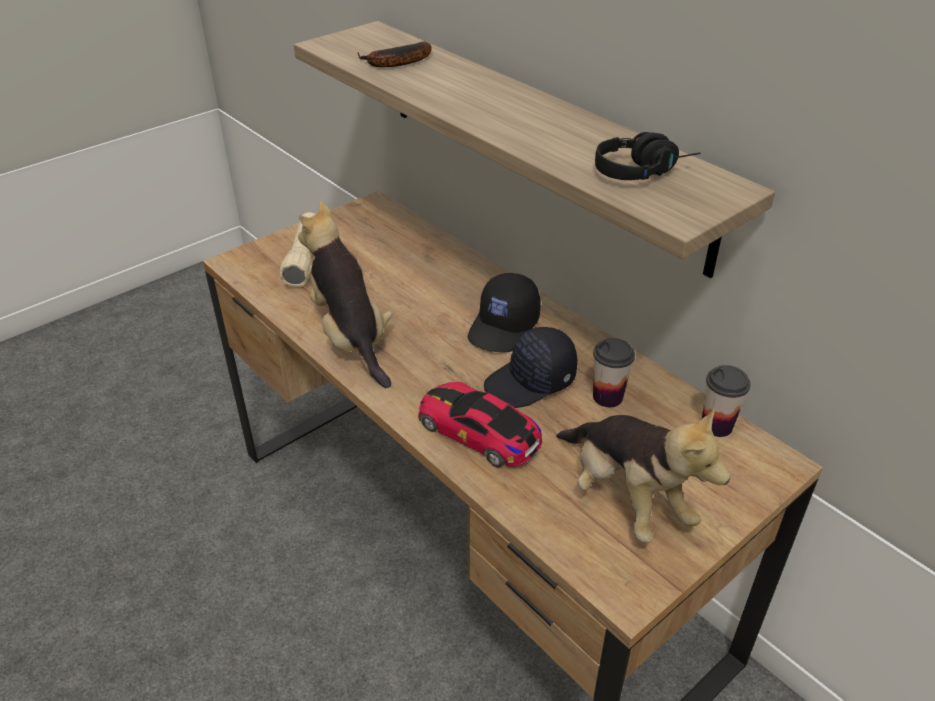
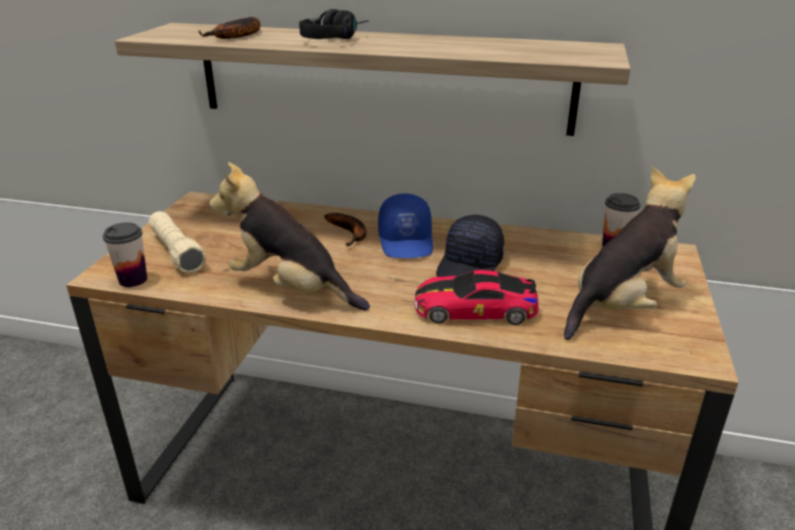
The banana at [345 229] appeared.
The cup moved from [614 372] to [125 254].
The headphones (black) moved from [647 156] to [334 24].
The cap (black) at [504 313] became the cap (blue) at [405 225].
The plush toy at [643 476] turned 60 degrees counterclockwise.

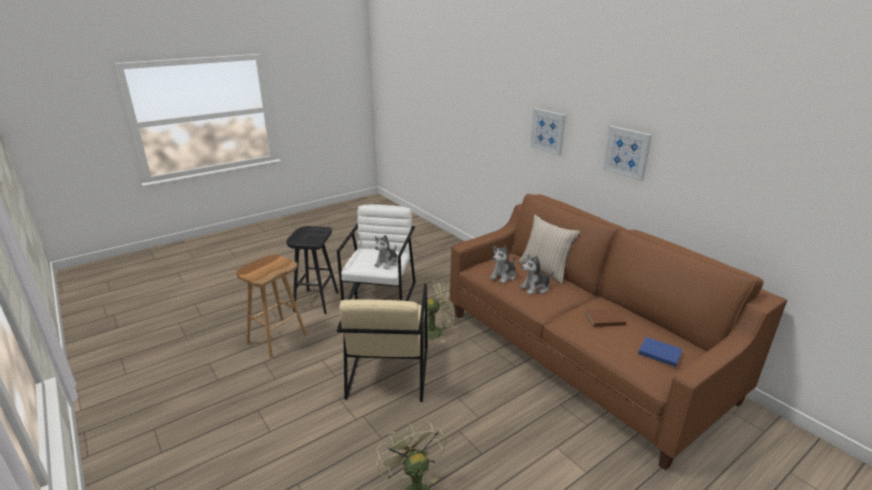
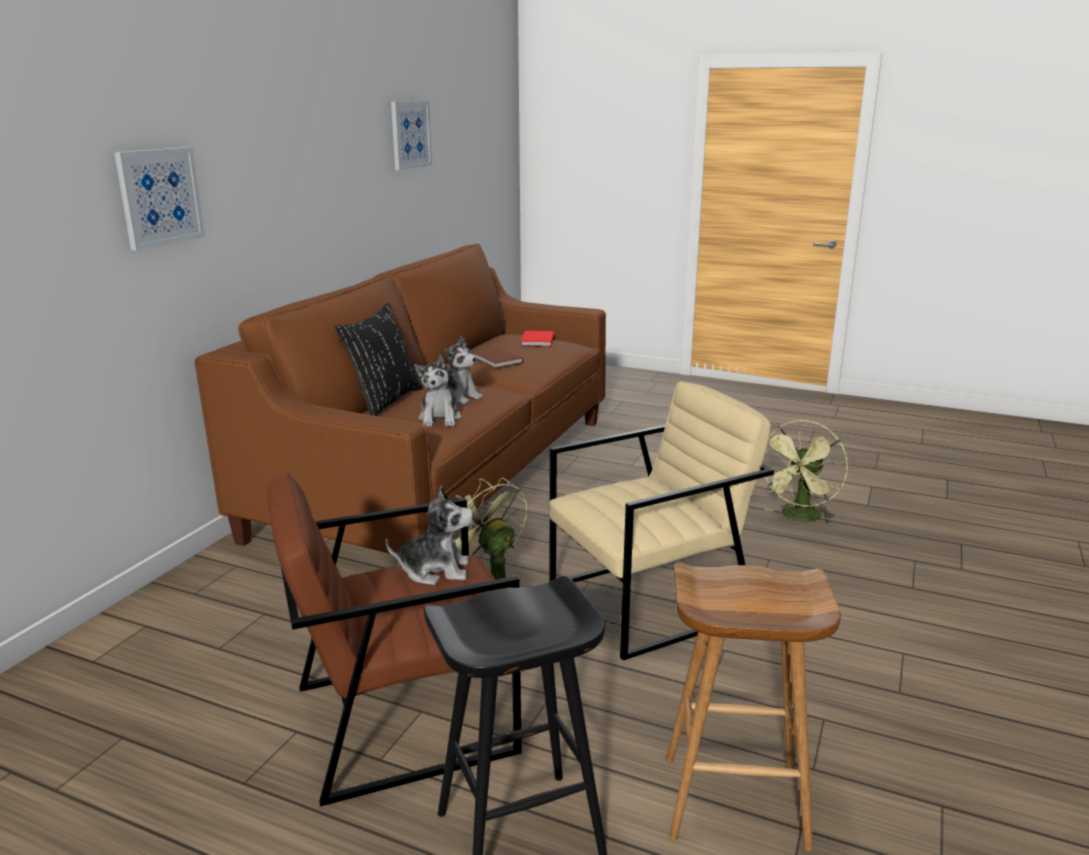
The picture moved from [627 153] to [411 135].
The armchair (white) at [376 252] became the armchair (brown) at [394 640].
The pillow (beige) at [549 249] became the pillow (black) at [379 359].
The book (blue) at [660 352] became the book (red) at [537 339].
The plush toy at [503 264] turned 75 degrees clockwise.

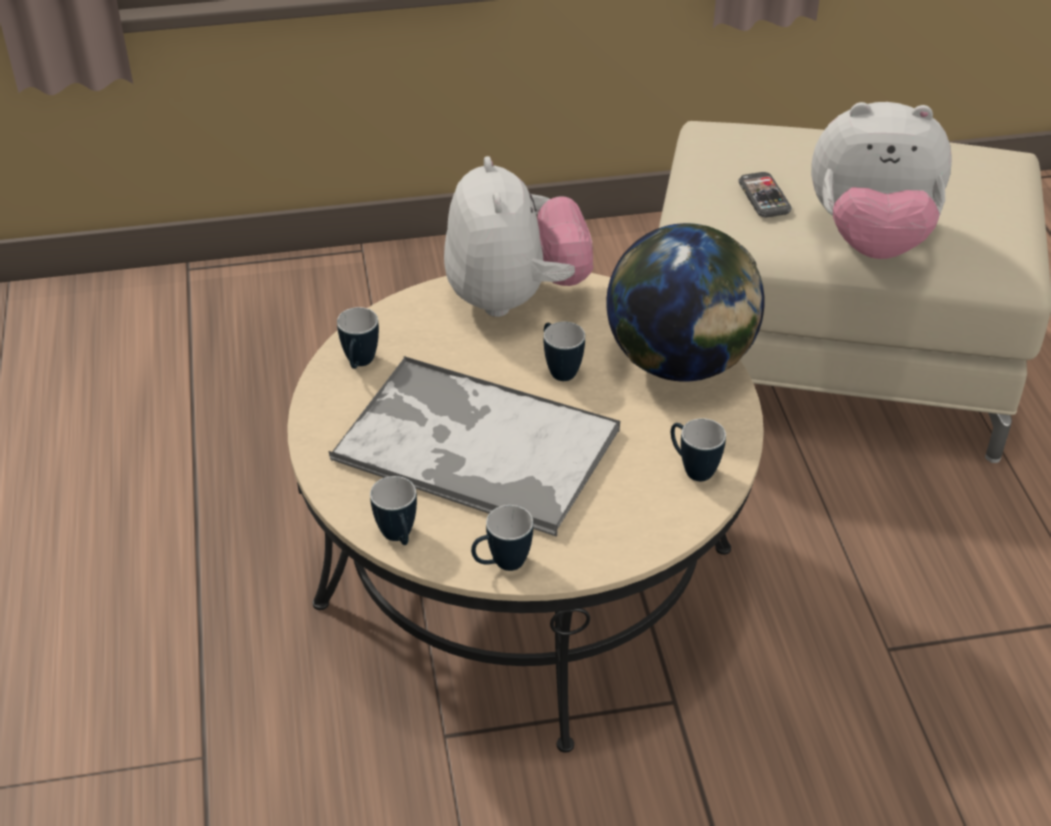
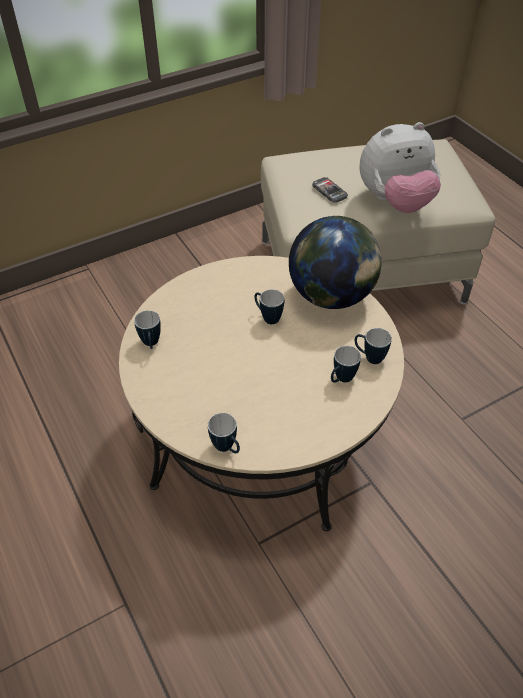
The tray at [474 446] disappeared.
The plush toy at [518 236] disappeared.
The mug moved from [502 538] to [346 364].

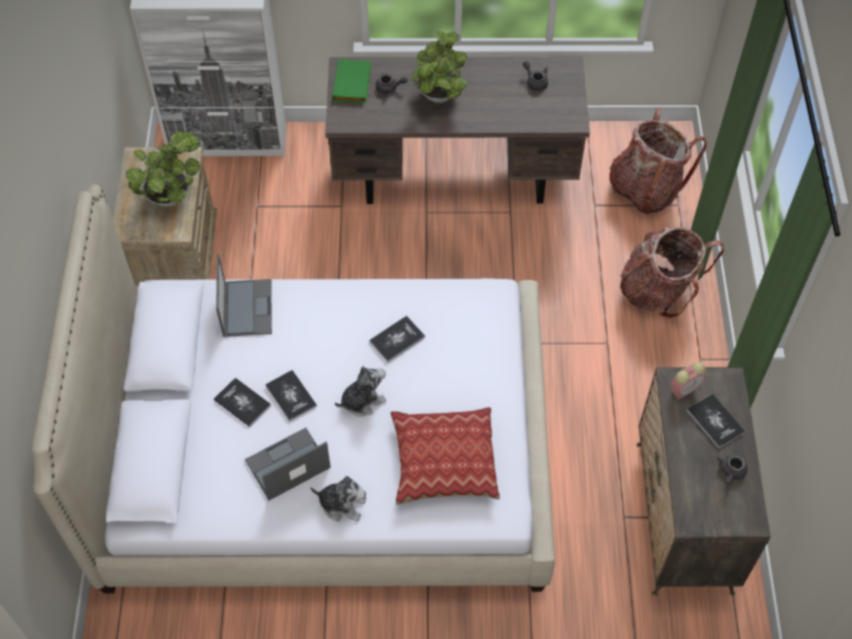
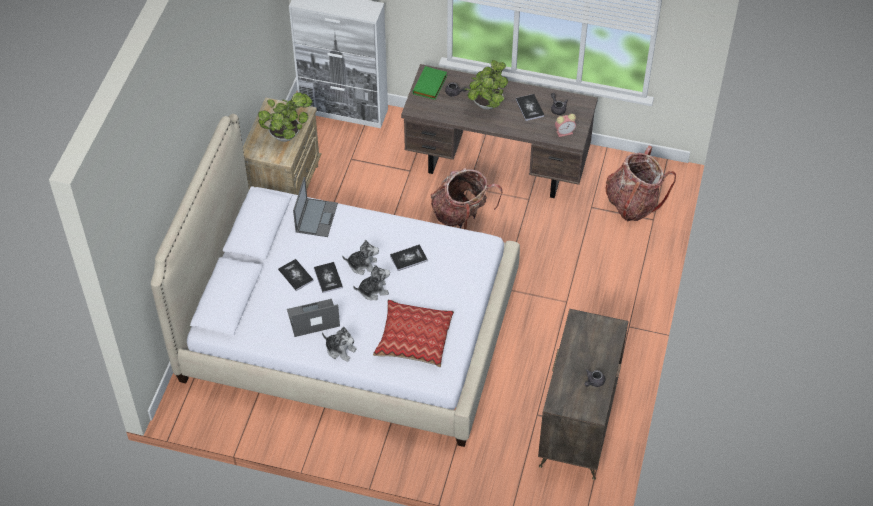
The plush toy at [360 257] appeared.
The backpack moved from [672 272] to [466 199].
The alarm clock moved from [688 381] to [565 125].
The book moved from [716 421] to [530 107].

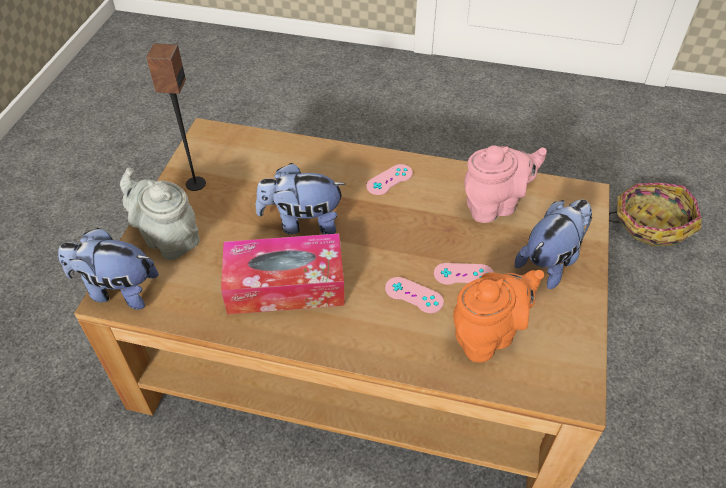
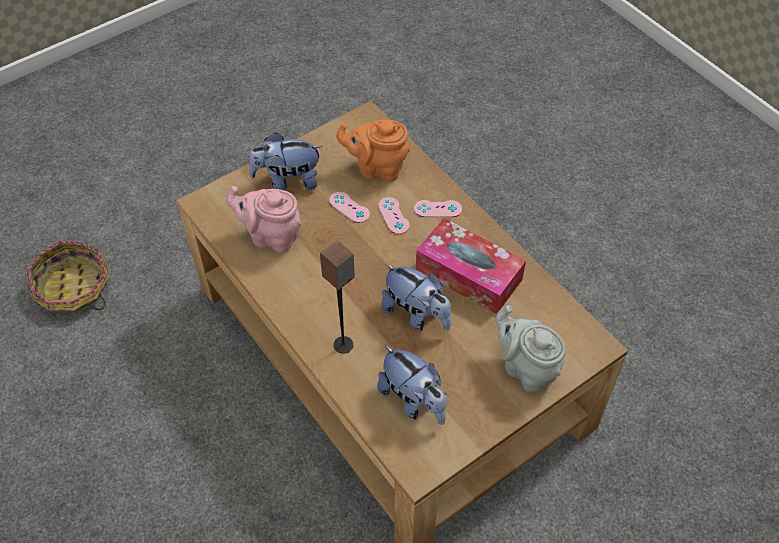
The plush toy moved from [108 269] to [412 385].
The speaker moved from [175 117] to [337 296].
The game controller (pink) moved from [389 179] to [438 208].
The teapot (grey) at [159 214] turned 150 degrees clockwise.

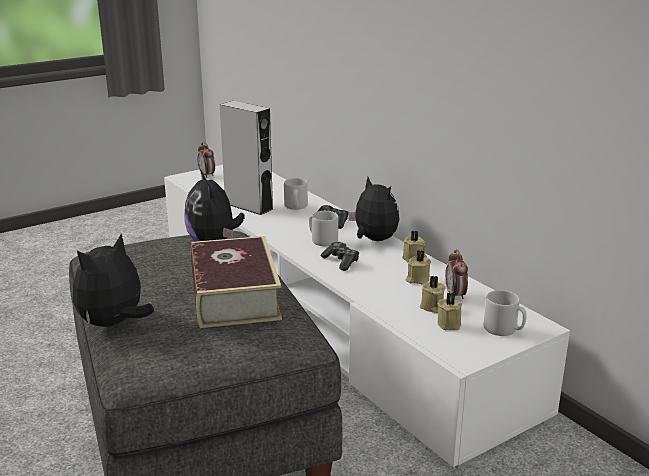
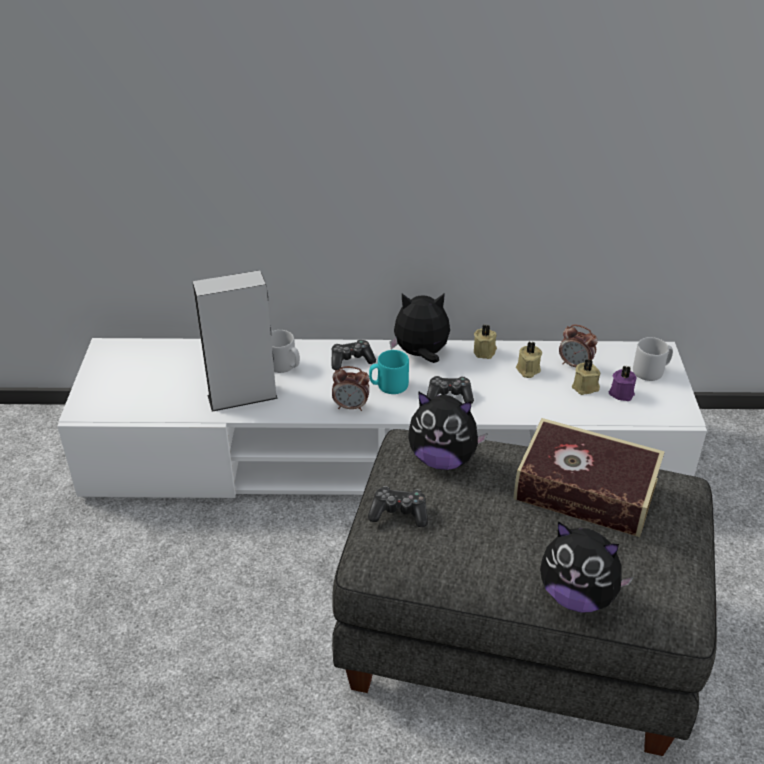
The game controller at [398 506] appeared.
The alarm clock moved from [206 160] to [351 388].
The mug (grey) at [323 228] became the mug (turquoise) at [389 372].
The candle (beige) at [450 311] became the candle (purple) at [623 383].
The plush toy at [113 280] turned 45 degrees counterclockwise.

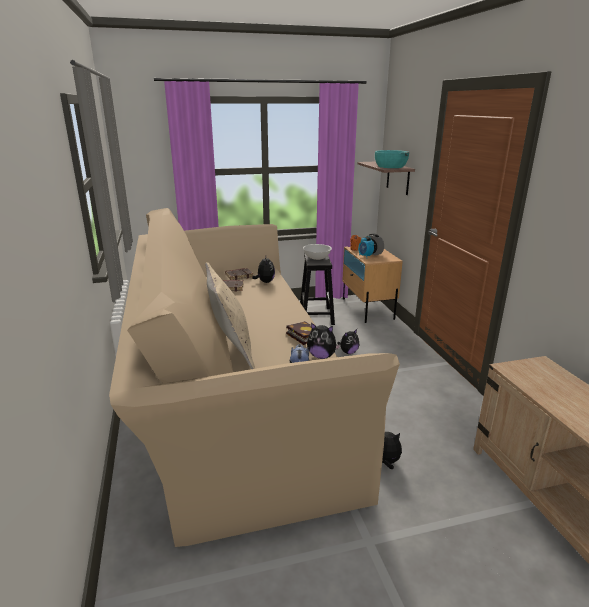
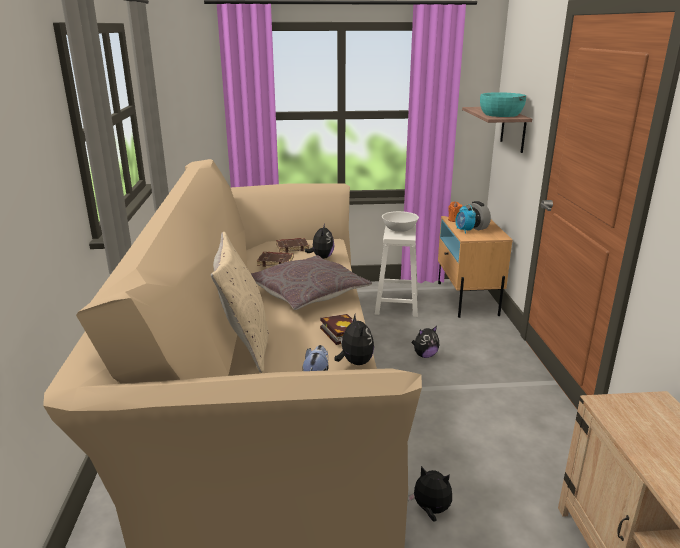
The pillow (grey) at [311 282] appeared.
The stool (black) at [317 289] became the stool (white) at [396 270].
The plush toy at [324 341] turned 135 degrees counterclockwise.

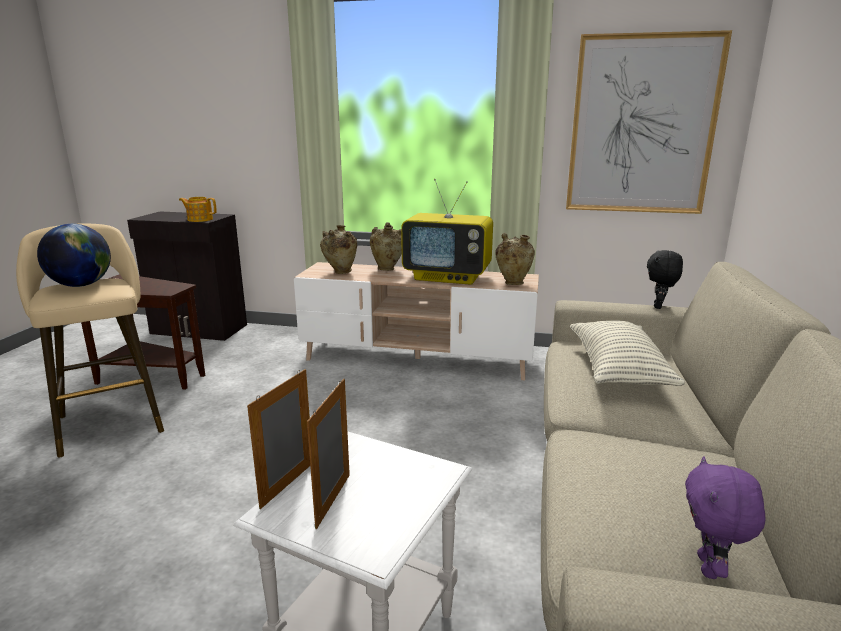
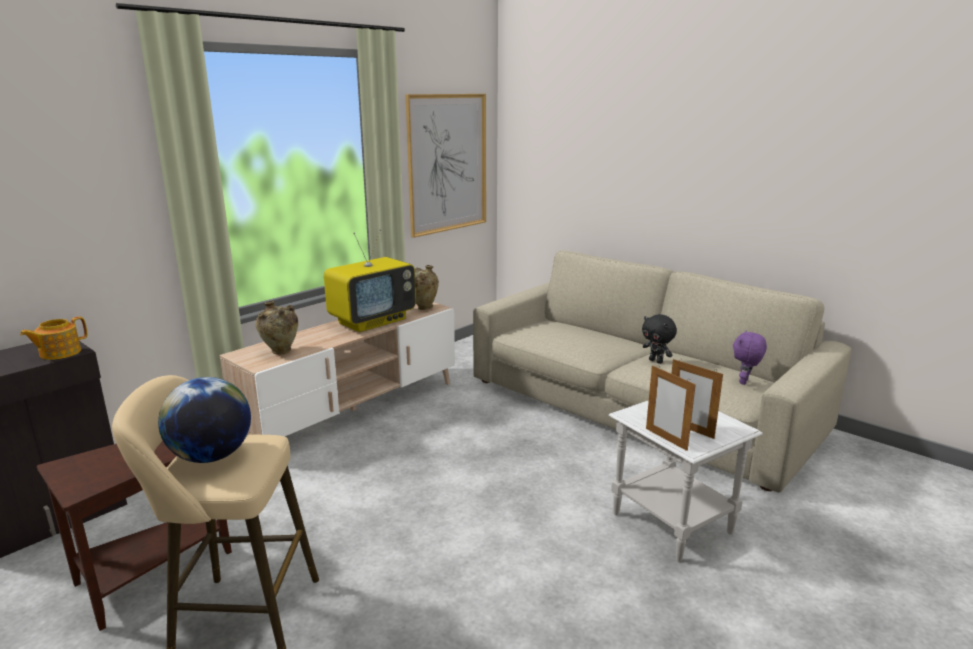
The vase (beige) at [386 246] disappeared.
The pillow at [627 353] disappeared.
The plush toy (black) moved from [665 279] to [659 339].
The plush toy (purple) at [725 517] turned 75 degrees clockwise.

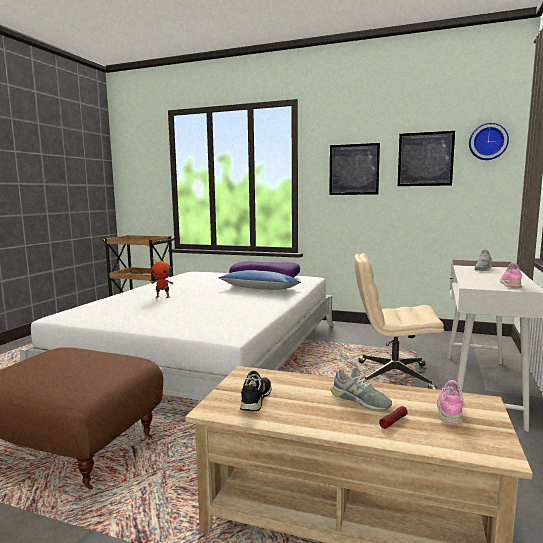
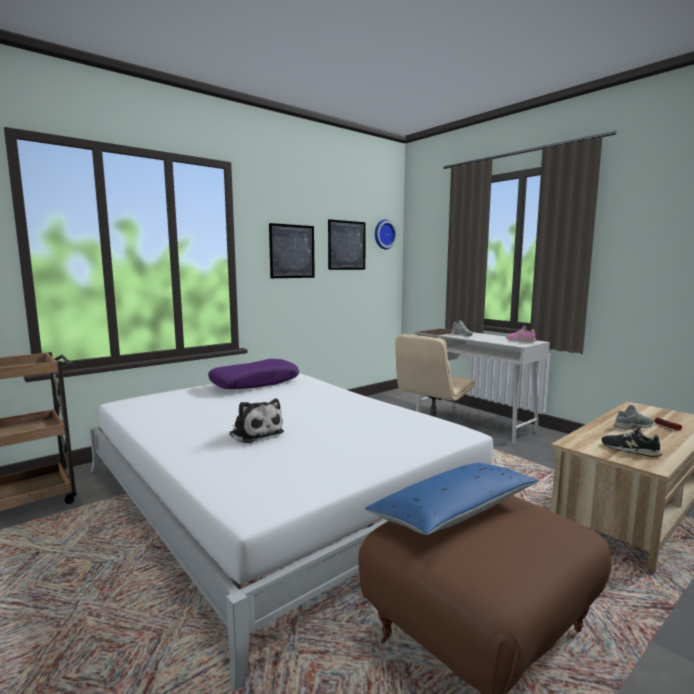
The shoe (pink) at [450 402] disappeared.
The pillow (blue) moved from [260 280] to [452 499].
The toy robot at [162 278] was replaced by the plush toy at [256 421].

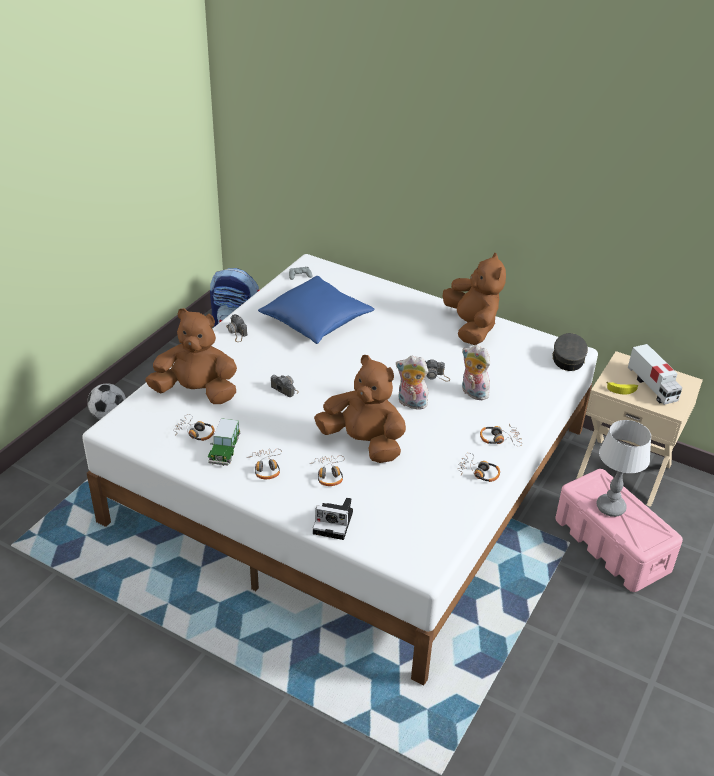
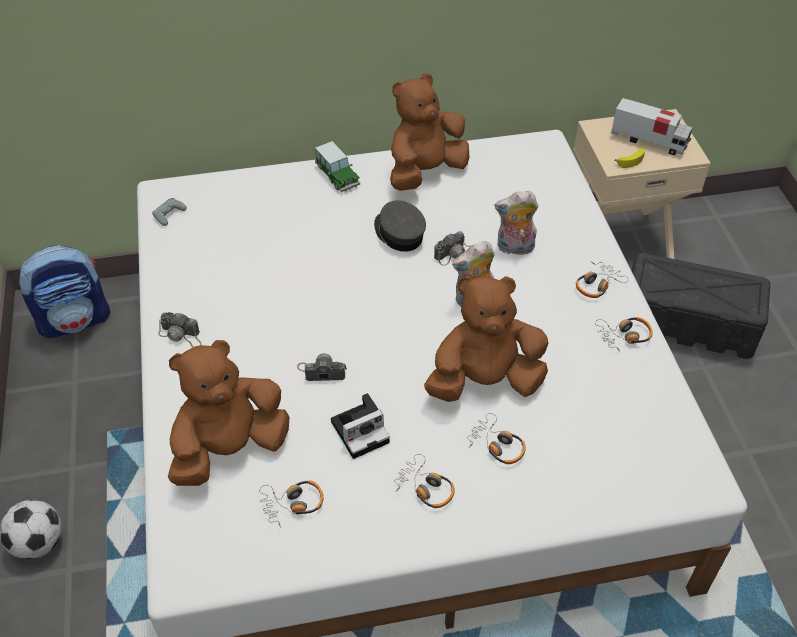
The pillow (blue) at [316 310] disappeared.
The table lamp at [623 468] disappeared.
The toy car moved from [224 442] to [337 166].
The photo camera moved from [333 519] to [360 426].
The cap (grey) moved from [570 352] to [400 226].
The storage box (pink) at [619 530] became the storage box (black) at [701 306].
The plush toy (brown) at [474 299] turned 75 degrees counterclockwise.

